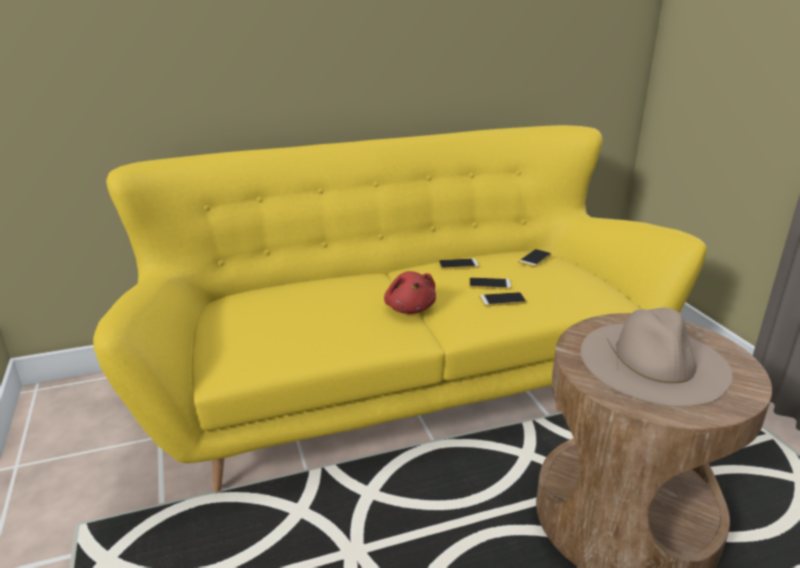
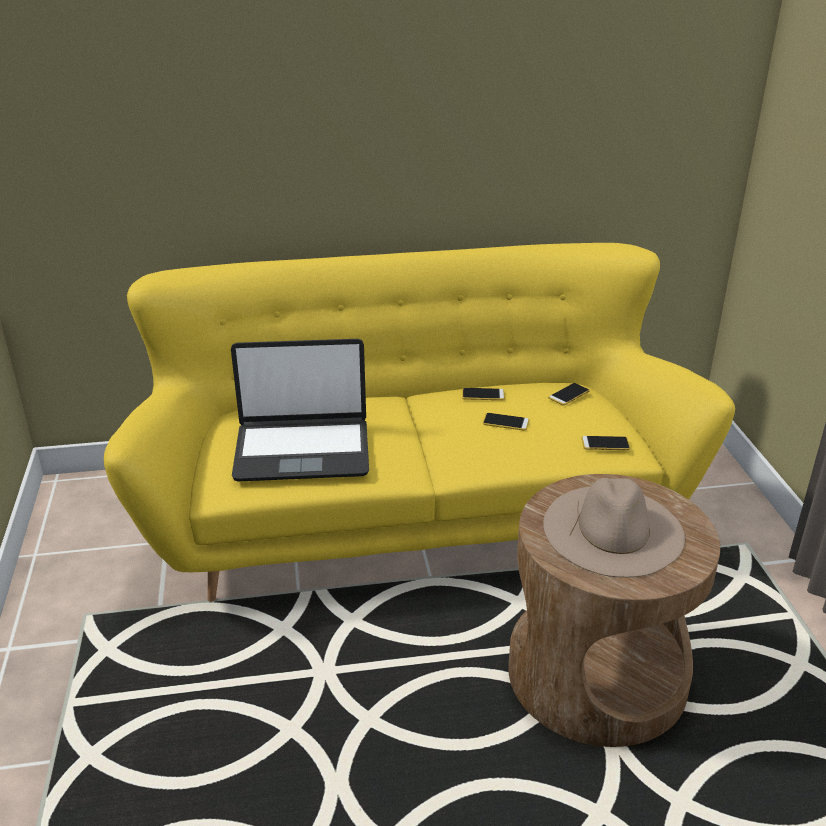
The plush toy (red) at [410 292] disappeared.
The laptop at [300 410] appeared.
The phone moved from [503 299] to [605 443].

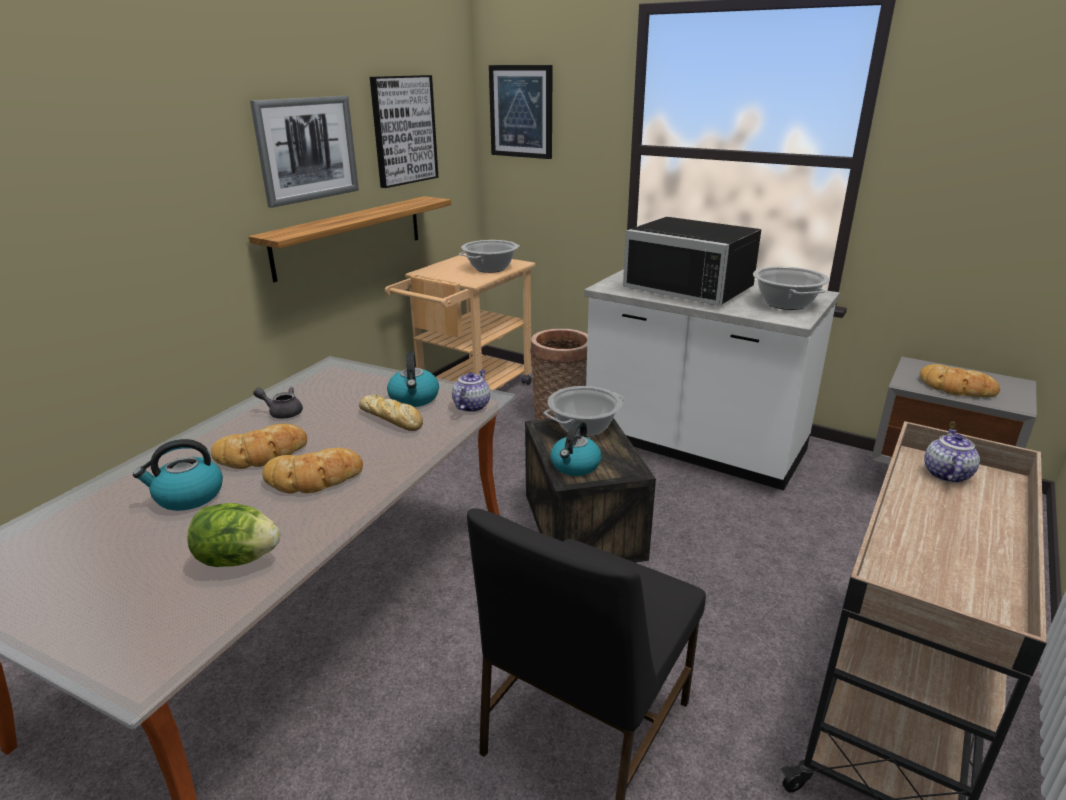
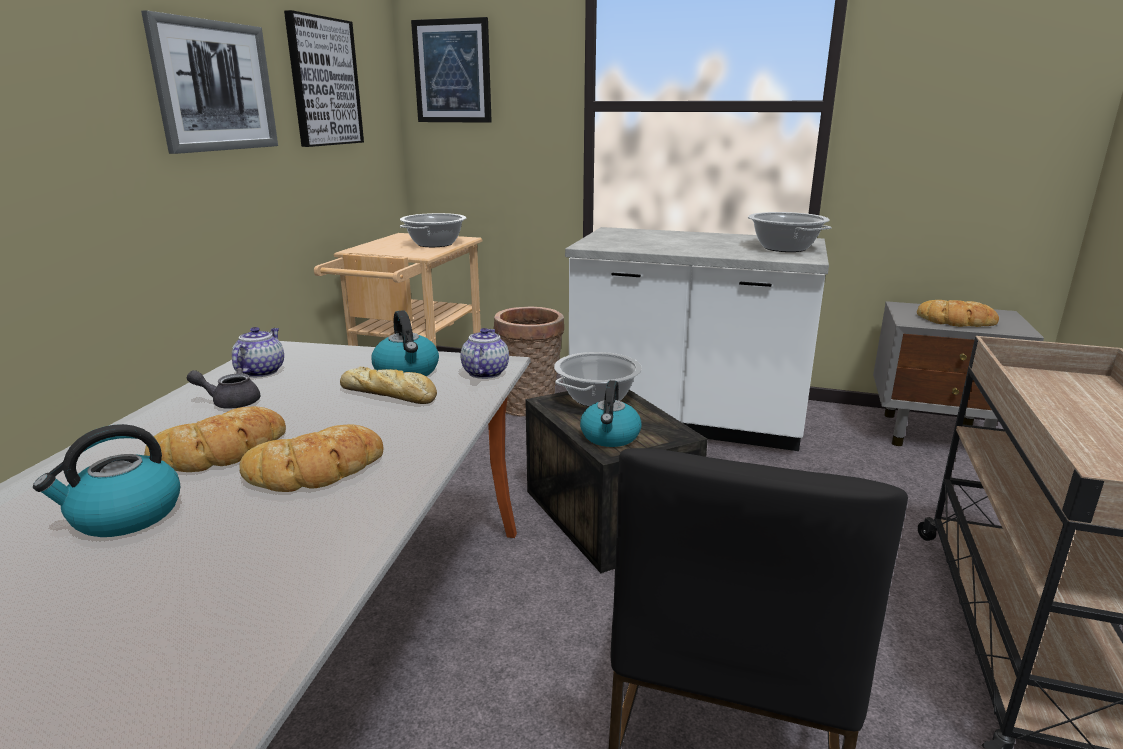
The lettuce at [233 535] disappeared.
The shelf at [349 239] disappeared.
The microwave (black) at [692 261] disappeared.
The teapot moved from [952 455] to [258 352].

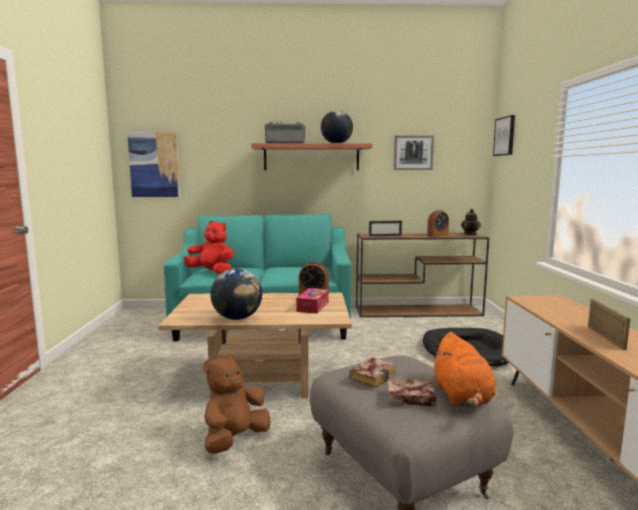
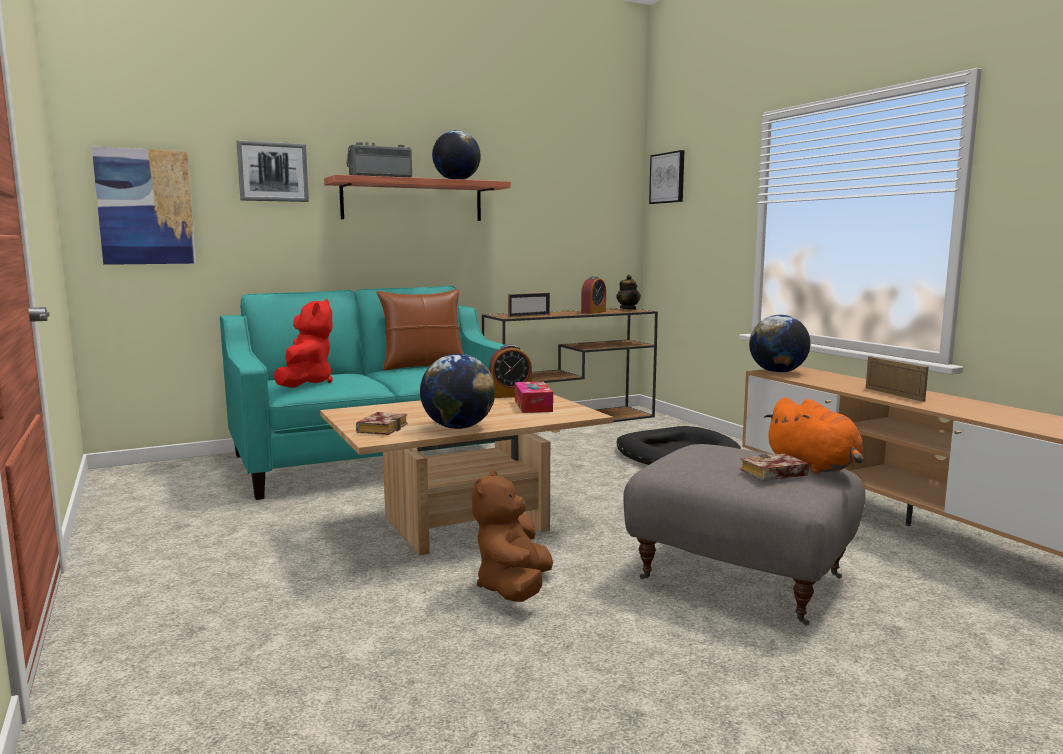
The pillow (brown) at [420 330] appeared.
The globe at [779 344] appeared.
The book moved from [373 372] to [382 423].
The picture moved from [414 152] to [273 171].
The plush toy (red) at [208 247] turned 90 degrees clockwise.

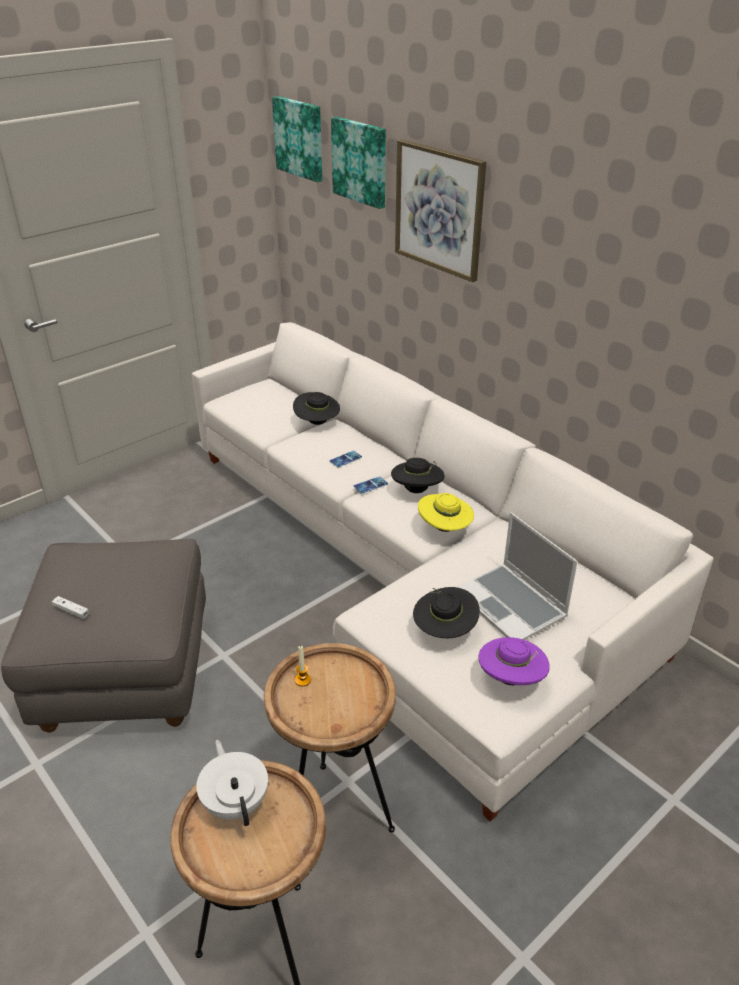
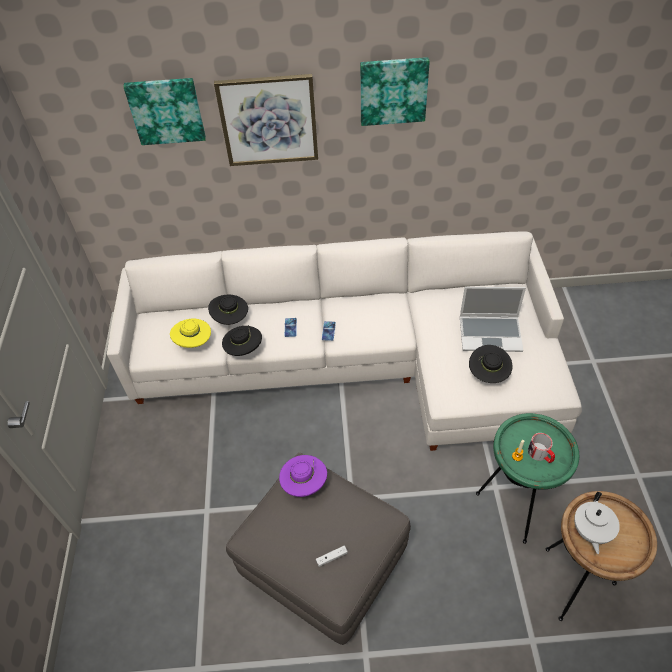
The mug at [541 448] appeared.
The picture moved from [297 139] to [395 91].
The hat (black) moved from [418 475] to [242 340].
The hat (yellow) moved from [446 512] to [190 333].
The hat (purple) moved from [514 661] to [303 476].
The side table (brown) at [330 738] became the side table (green) at [527 478].
The teapot (white) at [232 783] turned 90 degrees counterclockwise.

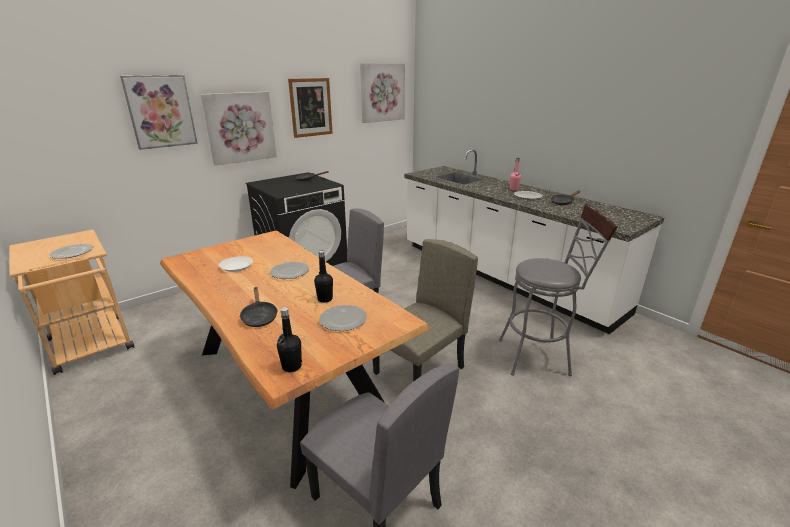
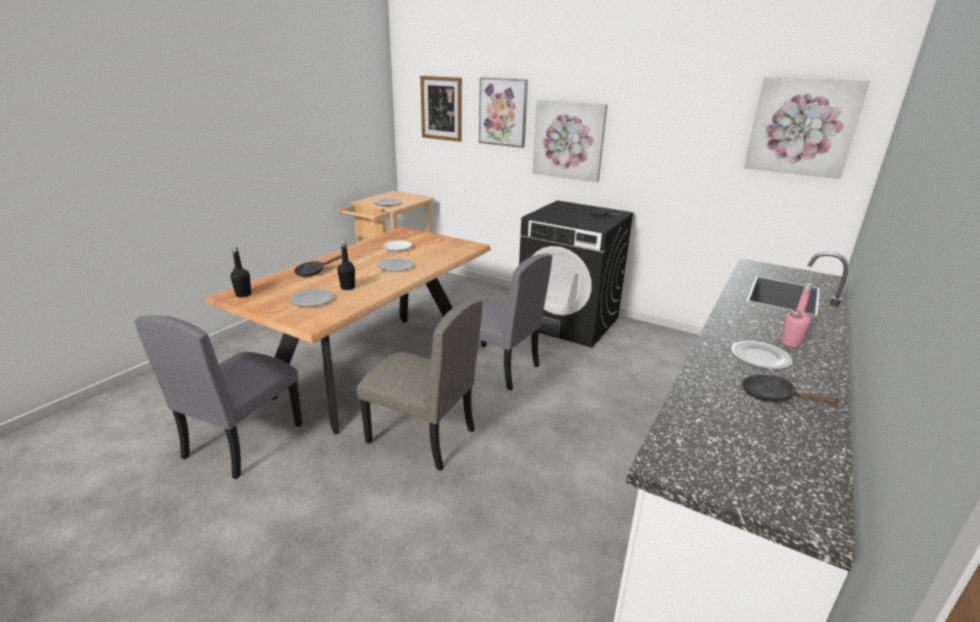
The stool (grey) at [558 290] disappeared.
The picture moved from [310 108] to [441 109].

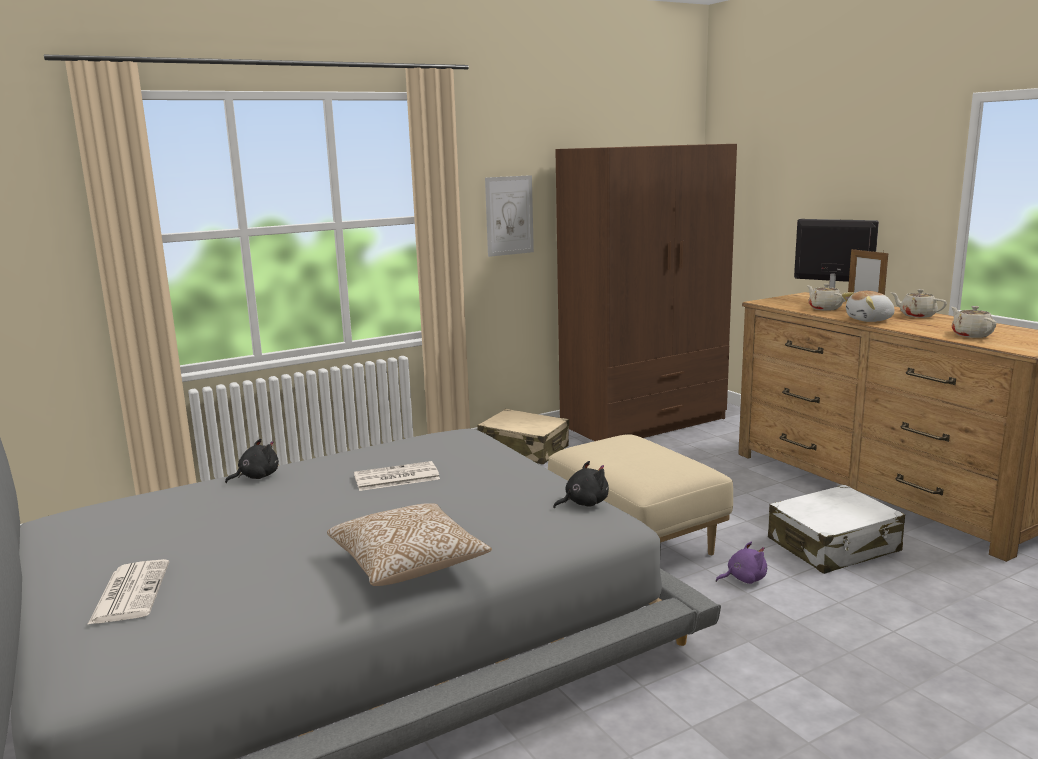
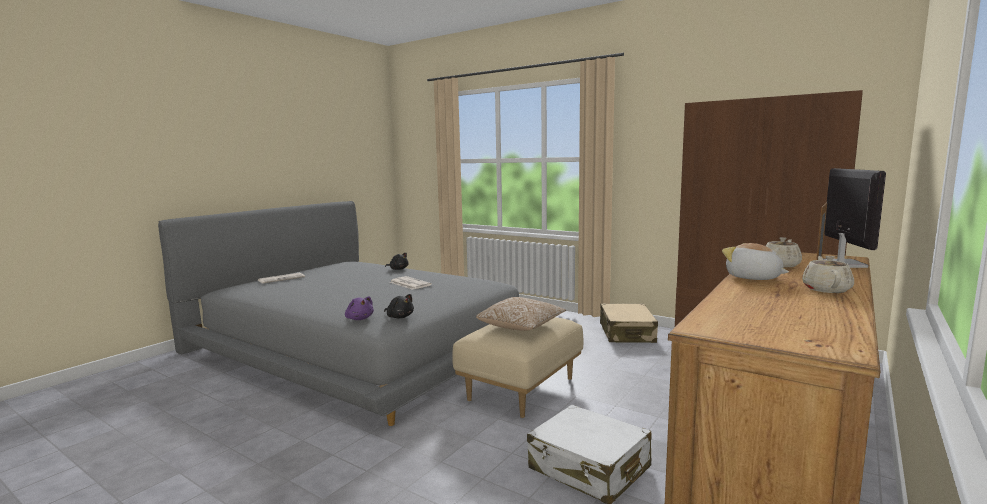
The picture at [509 216] disappeared.
The teapot (beige) at [973 322] disappeared.
The pillow moved from [409 544] to [521 314].
The plush toy (purple) moved from [741 563] to [359 308].

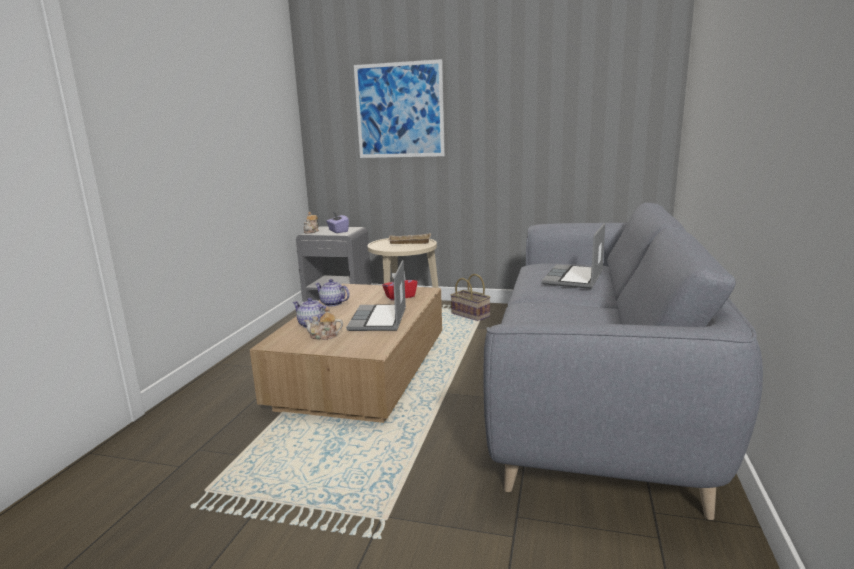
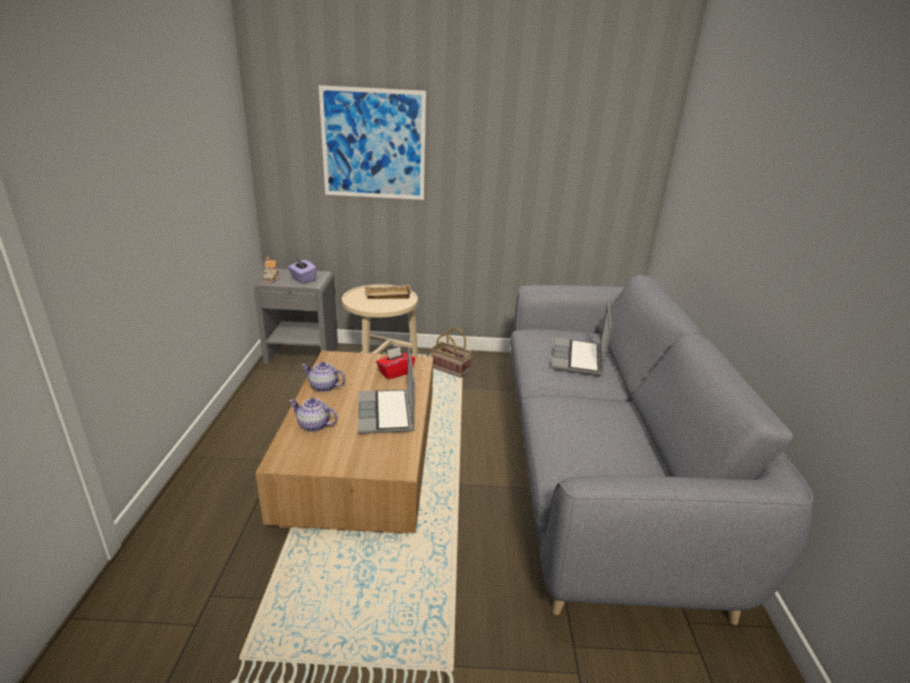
The teapot at [323 323] disappeared.

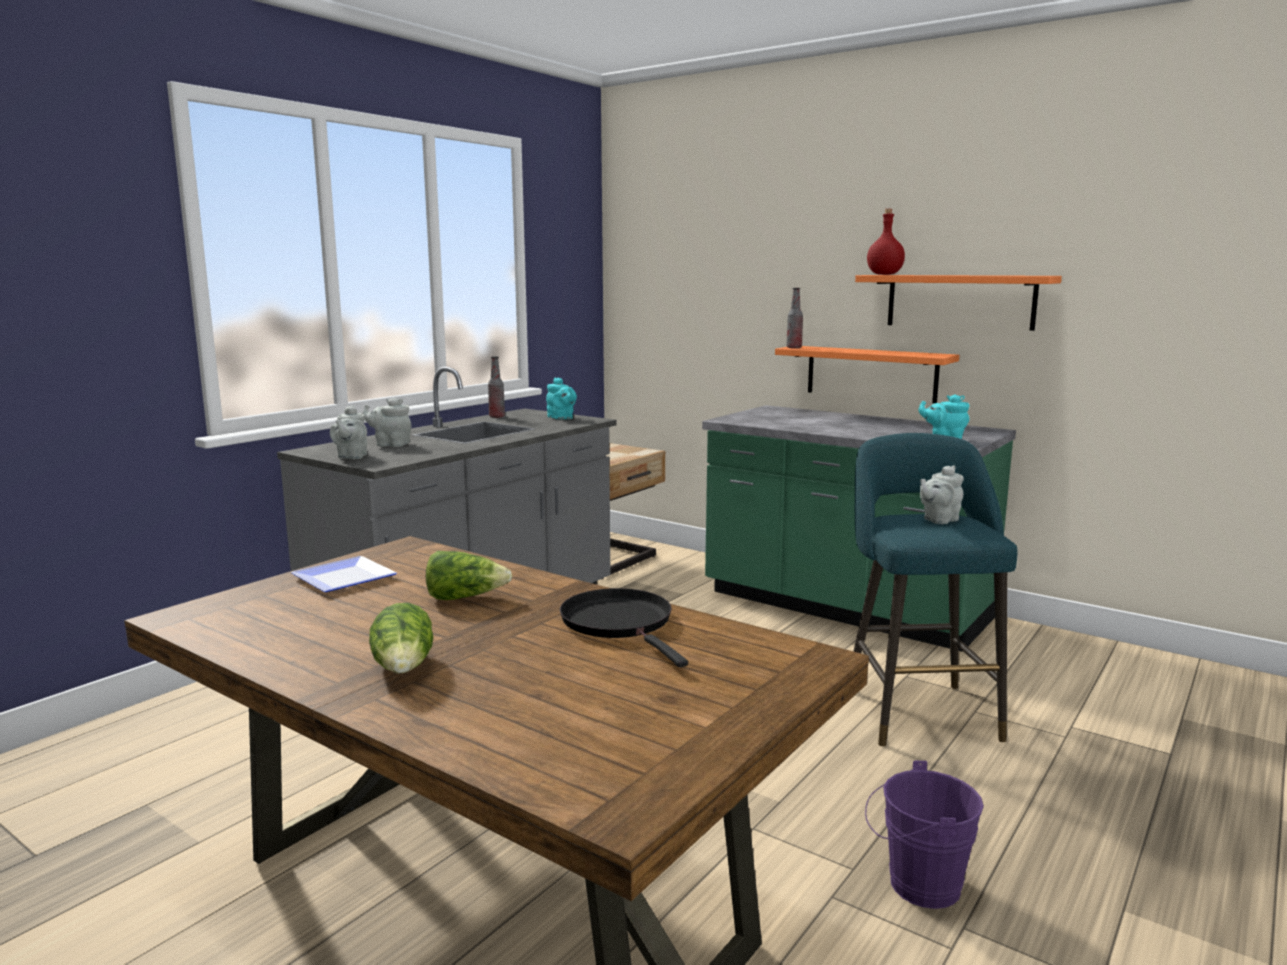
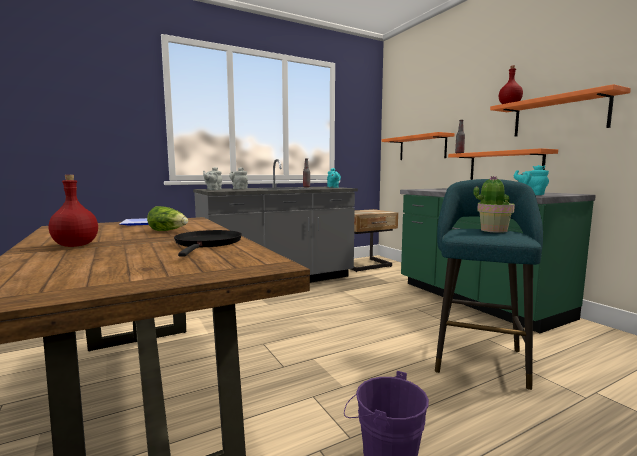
The shelf (orange) at [418 146] appeared.
The lettuce at [401 638] was replaced by the bottle (red) at [73 211].
The teapot (grey) at [942 494] was replaced by the potted plant at [494 204].

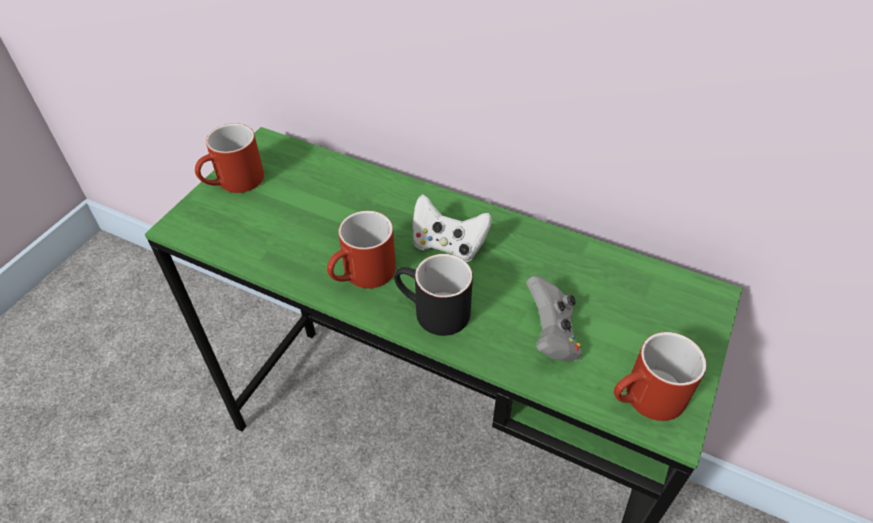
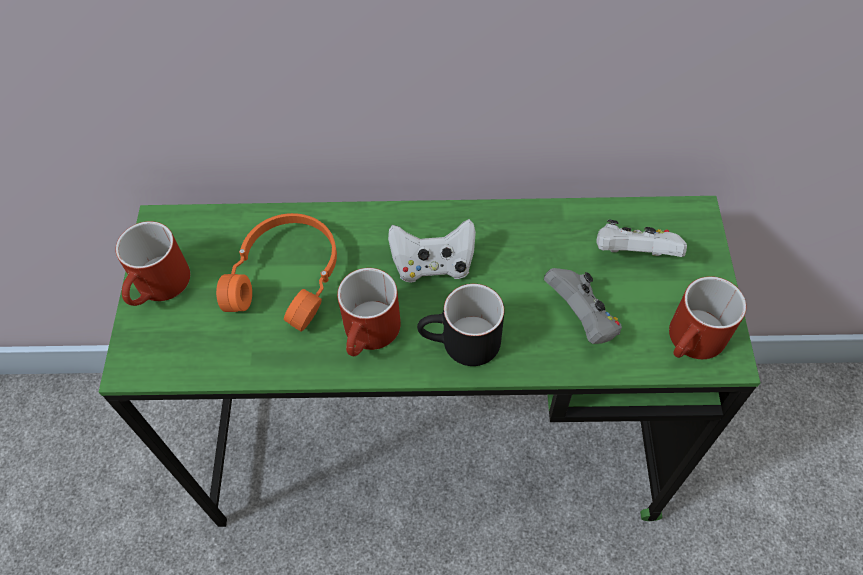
The headphones (orange) at [276 272] appeared.
The game controller (white) at [641 238] appeared.

